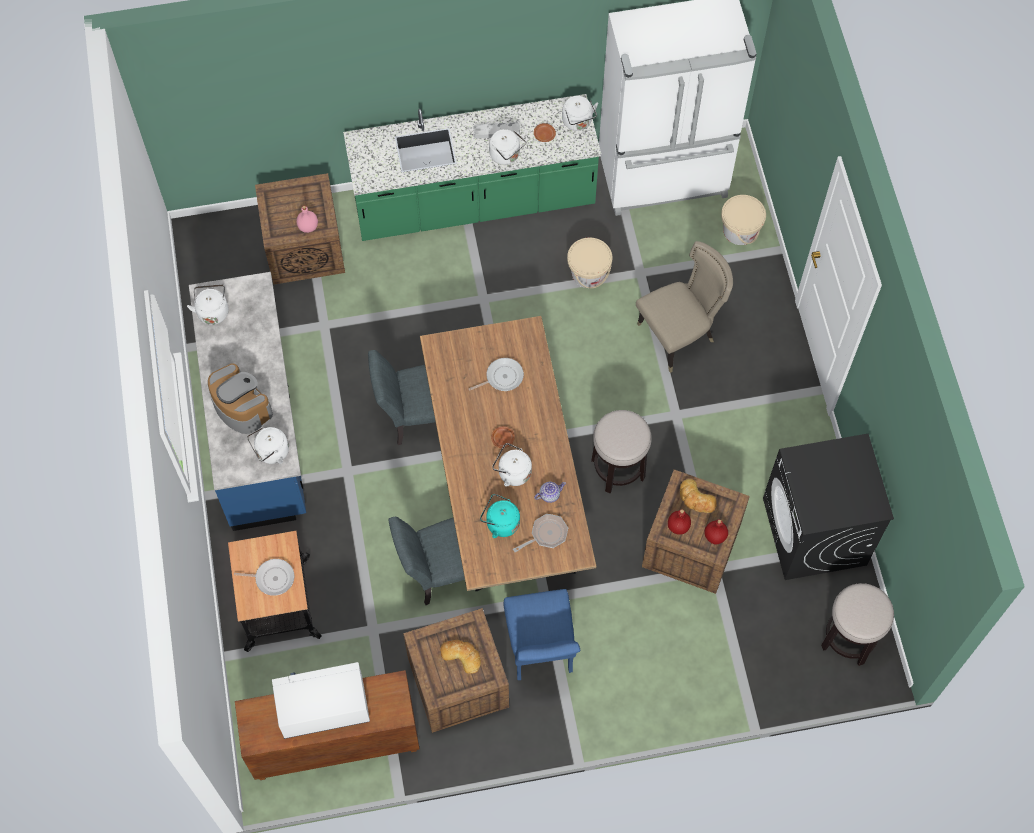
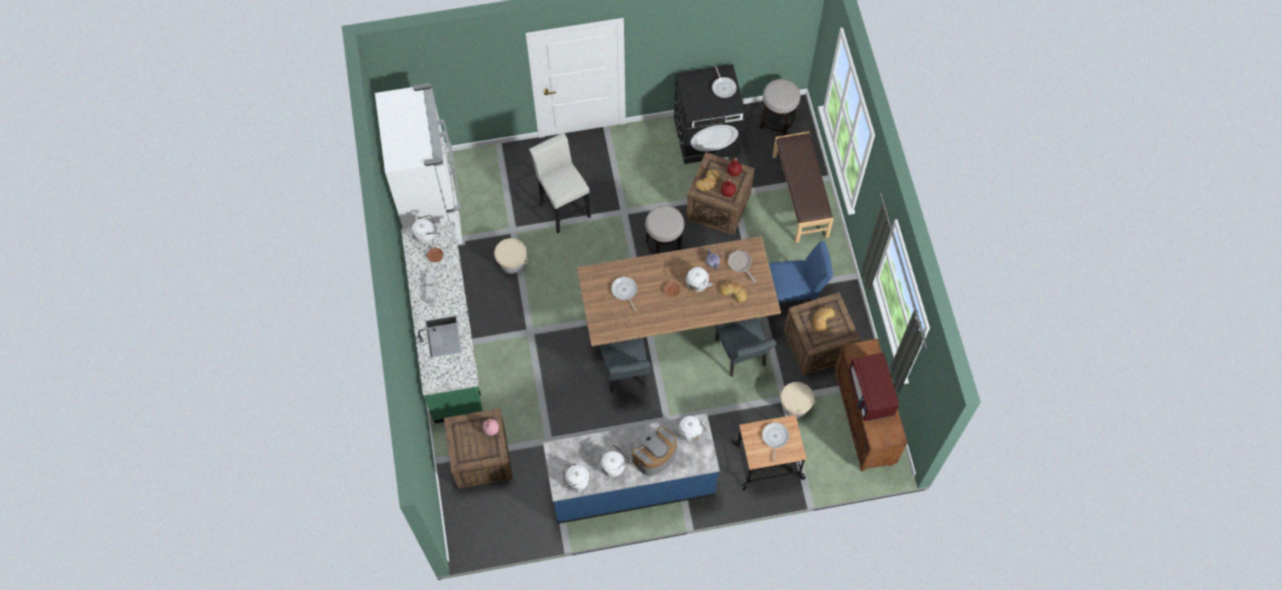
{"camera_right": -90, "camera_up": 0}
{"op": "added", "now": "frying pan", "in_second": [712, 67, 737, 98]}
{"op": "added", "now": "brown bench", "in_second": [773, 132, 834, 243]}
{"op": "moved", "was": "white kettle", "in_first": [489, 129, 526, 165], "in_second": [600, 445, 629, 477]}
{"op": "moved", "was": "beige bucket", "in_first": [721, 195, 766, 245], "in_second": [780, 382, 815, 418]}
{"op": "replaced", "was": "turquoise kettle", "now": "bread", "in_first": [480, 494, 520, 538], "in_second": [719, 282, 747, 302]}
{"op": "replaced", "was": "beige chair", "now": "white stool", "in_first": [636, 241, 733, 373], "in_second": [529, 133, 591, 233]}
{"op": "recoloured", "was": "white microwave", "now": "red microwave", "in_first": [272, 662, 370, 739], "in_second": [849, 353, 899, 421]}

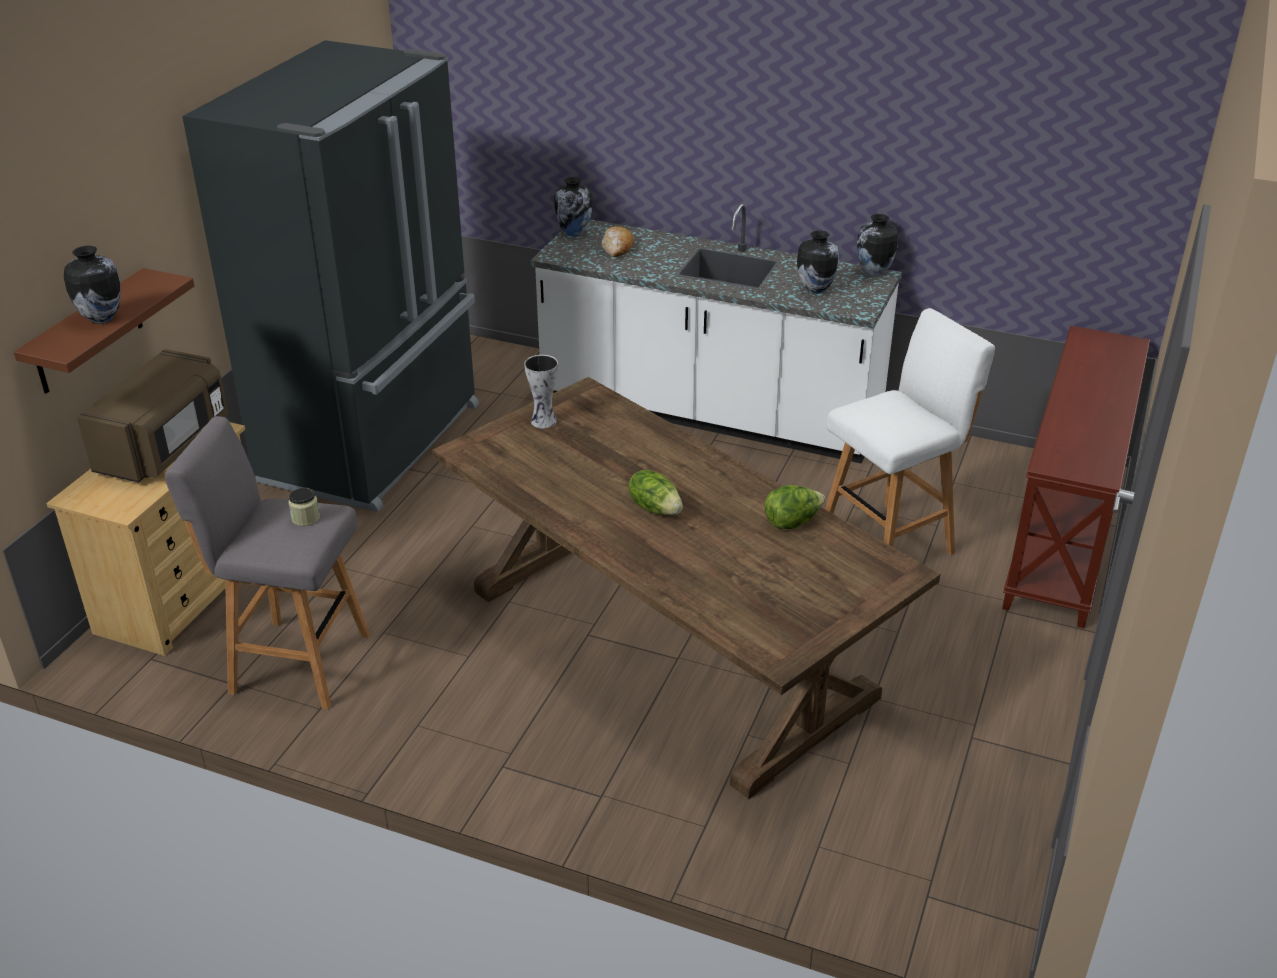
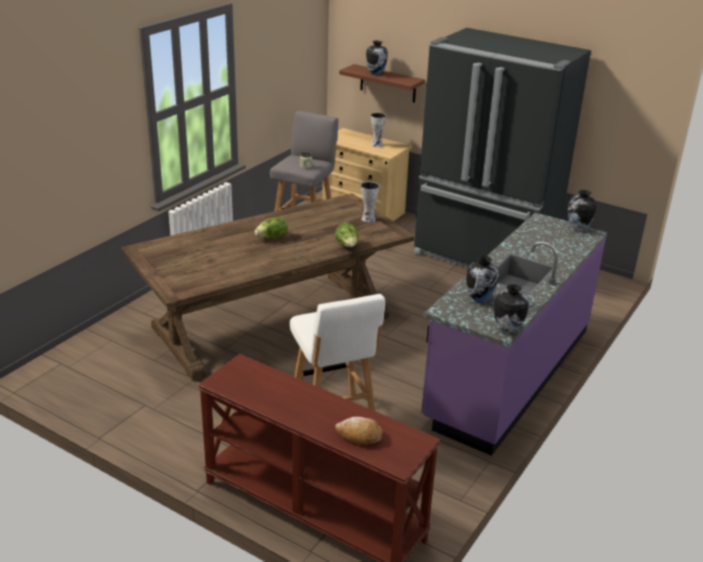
{"camera_right": 100, "camera_up": -5}
{"op": "moved", "was": "bread", "in_first": [602, 226, 634, 257], "in_second": [335, 417, 383, 444]}
{"op": "moved", "was": "lettuce", "in_first": [764, 485, 825, 529], "in_second": [335, 222, 358, 247]}
{"op": "replaced", "was": "brown microwave", "now": "vase", "in_first": [77, 349, 228, 483], "in_second": [371, 113, 386, 147]}
{"op": "recoloured", "was": "white counter", "now": "purple counter", "in_first": [530, 203, 902, 464], "in_second": [421, 212, 607, 456]}

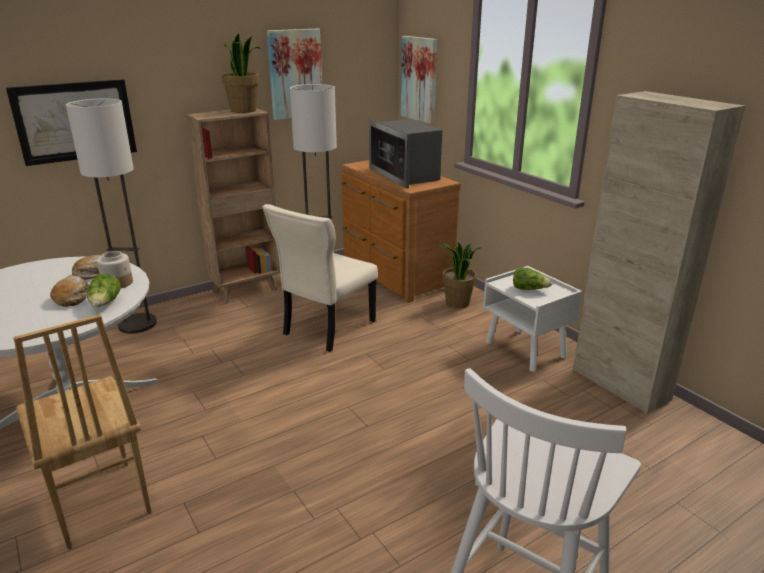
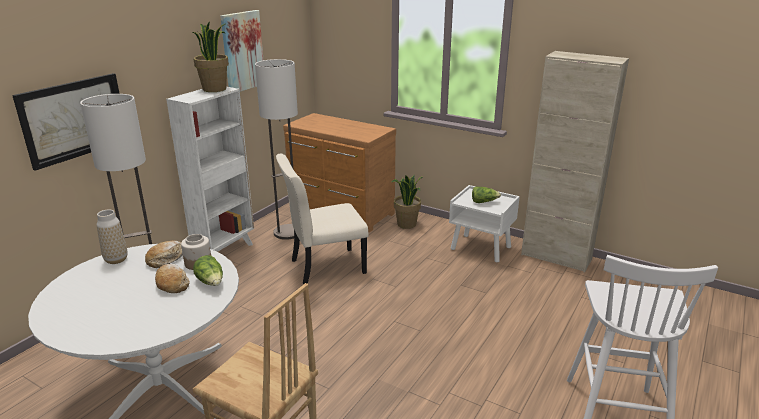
{"camera_right": -25, "camera_up": 0}
{"op": "removed", "was": "microwave", "in_first": [369, 119, 442, 188]}
{"op": "removed", "was": "picture", "in_first": [401, 36, 437, 124]}
{"op": "added", "now": "vase", "in_second": [97, 209, 128, 264]}
{"op": "recoloured", "was": "brown bookcase", "now": "white bookcase", "in_first": [186, 108, 280, 304], "in_second": [166, 87, 254, 252]}
{"op": "turned", "was": "beige chair", "in_first": [263, 204, 378, 352], "in_second": [276, 154, 368, 285], "clockwise": 60}

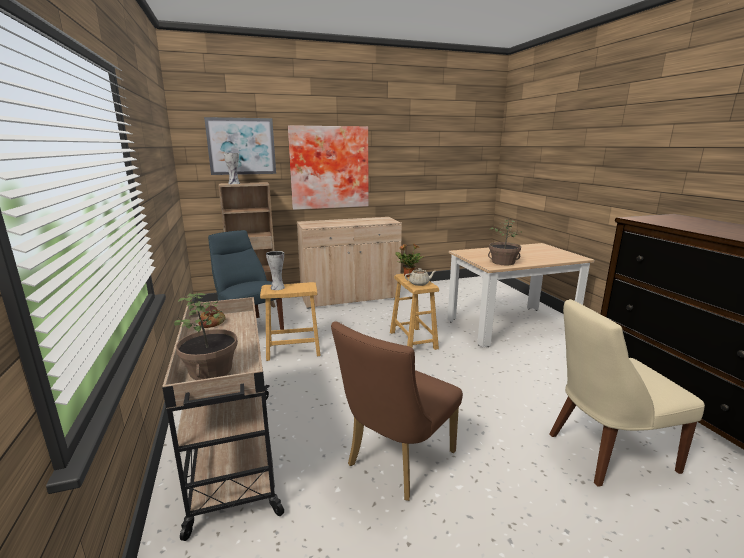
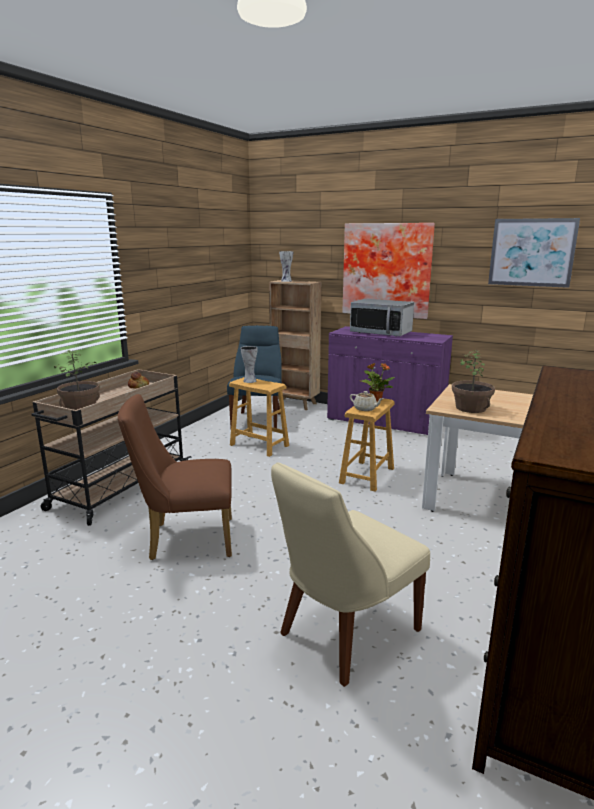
{"camera_right": 45, "camera_up": 0}
{"op": "added", "now": "microwave", "in_second": [350, 299, 414, 337]}
{"op": "moved", "was": "picture", "in_first": [204, 117, 276, 175], "in_second": [488, 218, 580, 288]}
{"op": "recoloured", "was": "beige cabinet", "now": "purple cabinet", "in_first": [297, 217, 402, 309], "in_second": [327, 326, 453, 435]}
{"op": "turned", "was": "beige chair", "in_first": [550, 299, 705, 487], "in_second": [271, 463, 430, 687], "clockwise": -75}

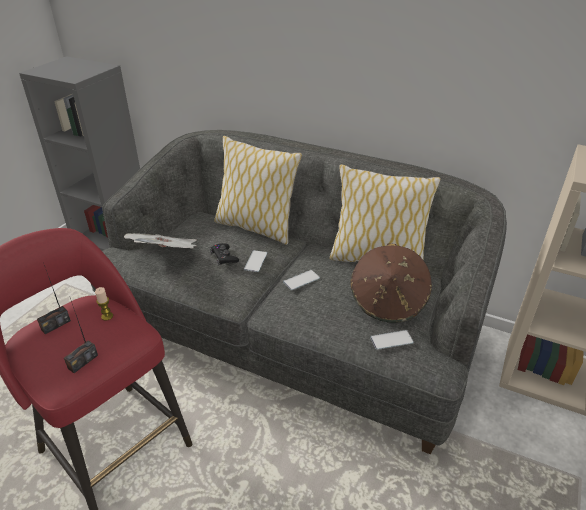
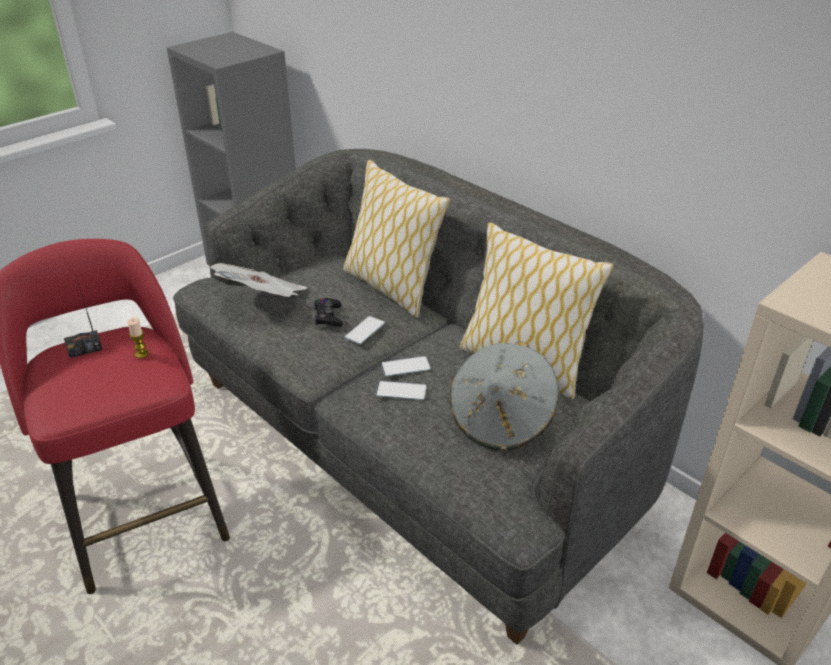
{"camera_right": 20, "camera_up": 0}
{"op": "removed", "was": "radio", "in_first": [64, 298, 98, 373]}
{"op": "moved", "was": "phone", "in_first": [370, 330, 414, 350], "in_second": [375, 381, 427, 400]}
{"op": "recoloured", "was": "brown hat", "now": "grey hat", "in_first": [350, 243, 432, 323], "in_second": [450, 341, 559, 451]}

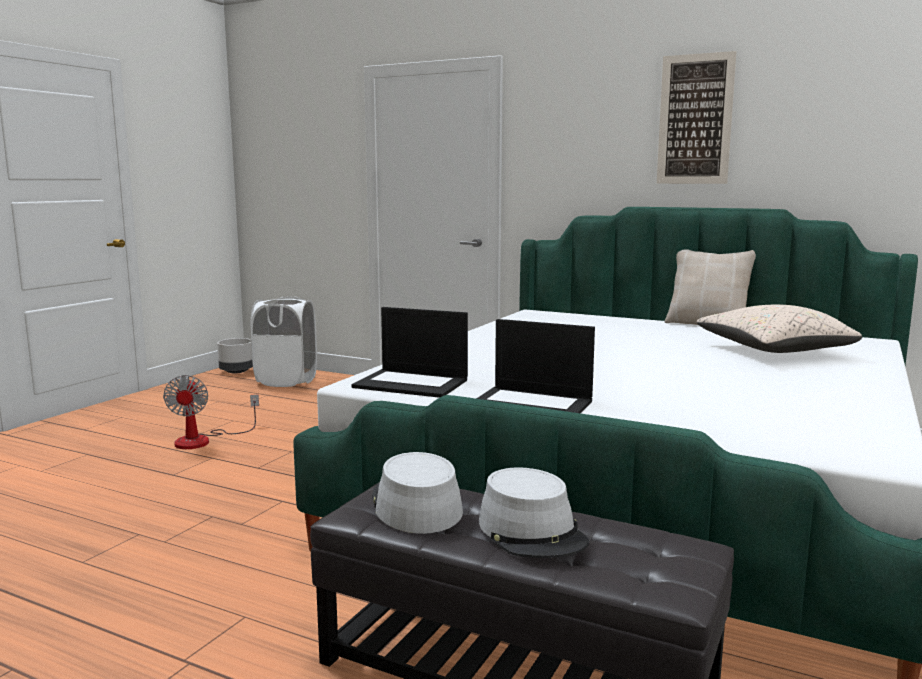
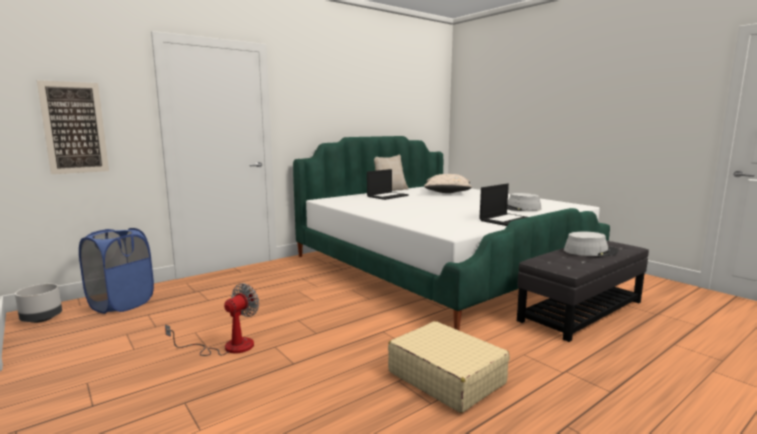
{"camera_right": -65, "camera_up": 0}
{"op": "added", "now": "beige suitcase", "in_second": [388, 321, 510, 413]}
{"op": "moved", "was": "laptop", "in_first": [351, 307, 468, 398], "in_second": [367, 169, 409, 200]}
{"op": "moved", "was": "grey hat", "in_first": [372, 452, 463, 534], "in_second": [507, 193, 542, 211]}
{"op": "moved", "was": "picture", "in_first": [657, 51, 737, 184], "in_second": [37, 80, 109, 174]}
{"op": "recoloured", "was": "white laundry basket", "now": "blue laundry basket", "in_first": [250, 297, 317, 387], "in_second": [79, 228, 154, 314]}
{"op": "turned", "was": "fan", "in_first": [163, 375, 259, 449], "in_second": [165, 283, 259, 356], "clockwise": -75}

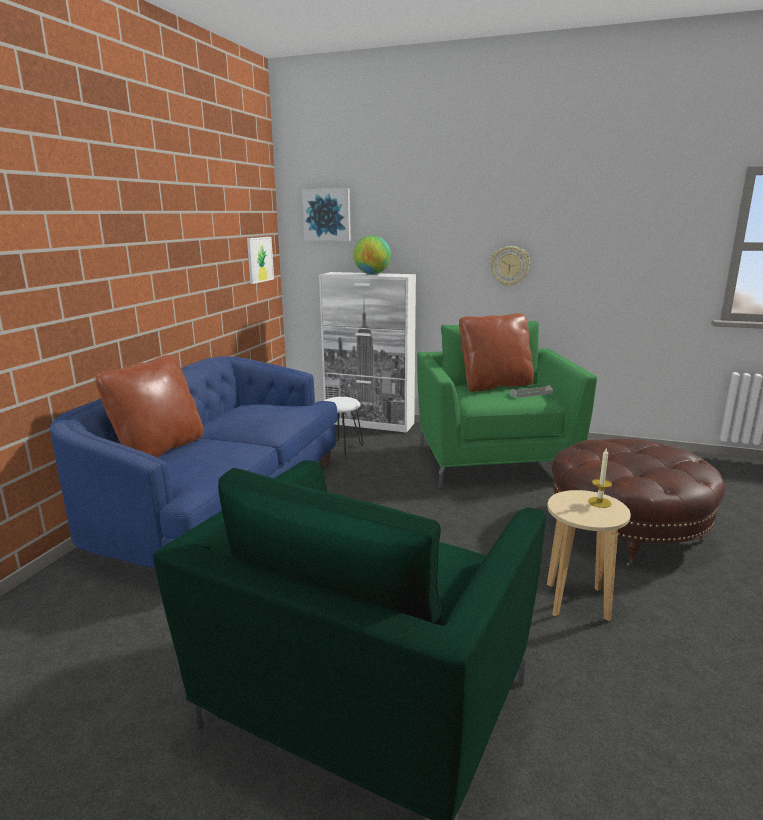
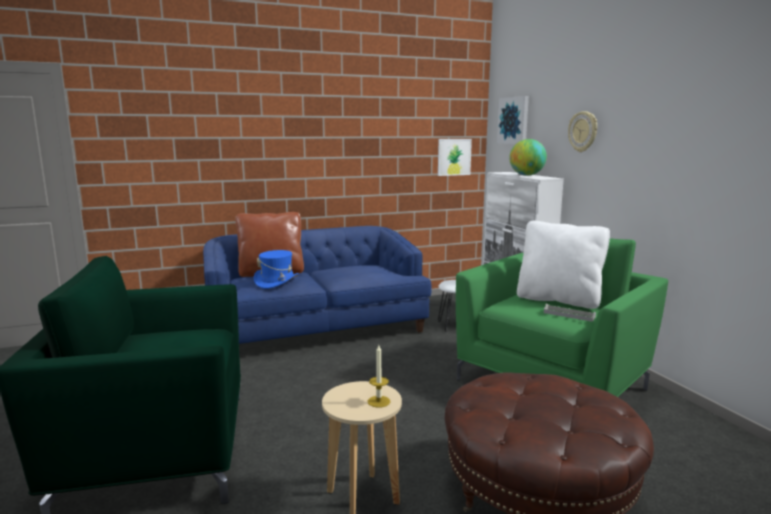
{"camera_right": 50, "camera_up": -5}
{"op": "added", "now": "blue hat", "in_second": [254, 250, 299, 289]}
{"op": "moved", "was": "wall clock", "in_first": [490, 246, 530, 286], "in_second": [568, 111, 597, 152]}
{"op": "recoloured", "was": "brown pillow", "now": "white pillow", "in_first": [459, 313, 534, 392], "in_second": [517, 221, 610, 309]}

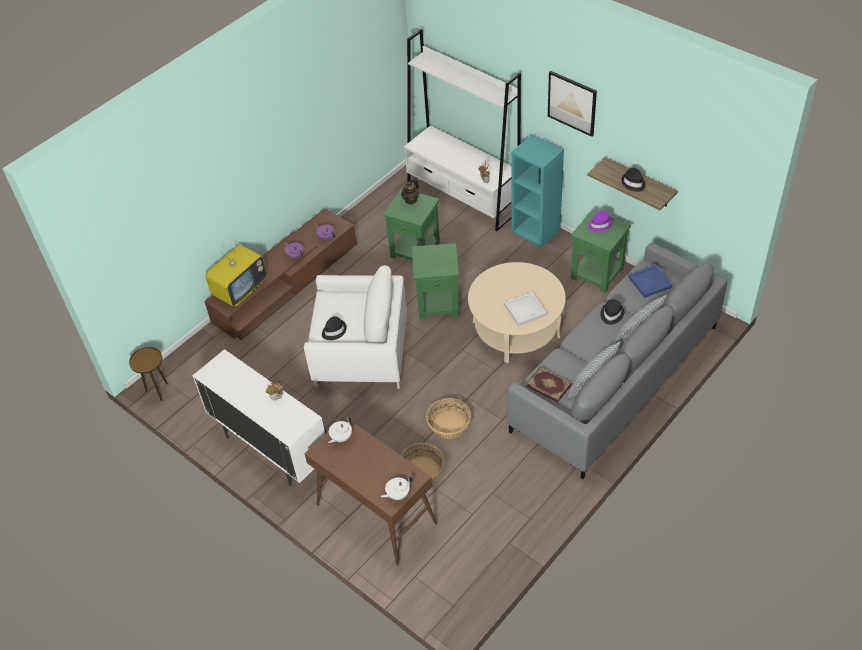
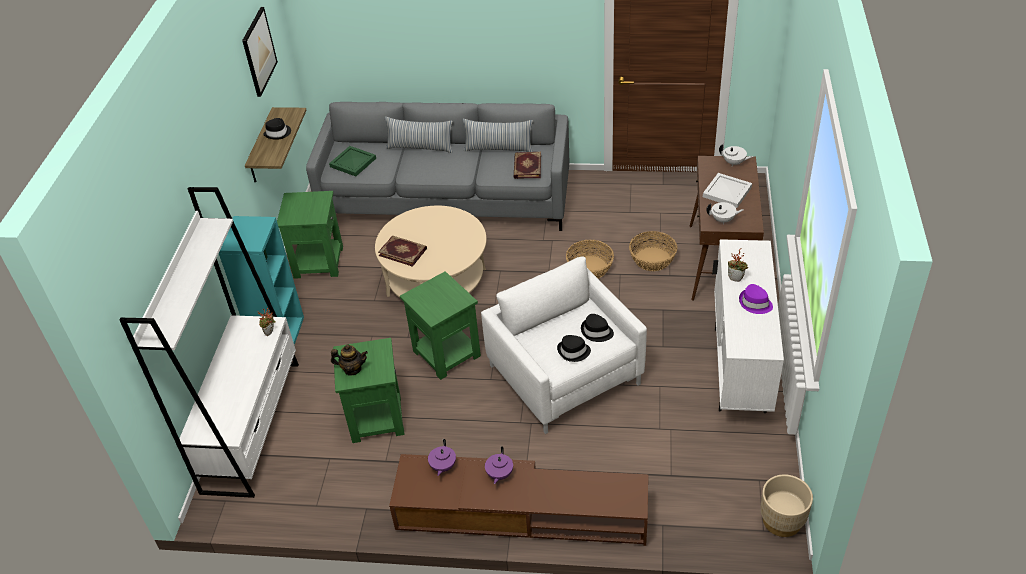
{"camera_right": -125, "camera_up": -5}
{"op": "removed", "was": "television", "in_first": [205, 240, 267, 306]}
{"op": "added", "now": "book", "in_second": [378, 236, 427, 267]}
{"op": "moved", "was": "white tray", "in_first": [504, 292, 547, 326], "in_second": [703, 173, 752, 208]}
{"op": "moved", "was": "picture", "in_first": [548, 71, 597, 137], "in_second": [242, 7, 278, 97]}
{"op": "moved", "was": "purple hat", "in_first": [588, 211, 612, 232], "in_second": [739, 284, 773, 314]}
{"op": "moved", "was": "black hat", "in_first": [600, 299, 624, 325], "in_second": [557, 335, 591, 362]}
{"op": "replaced", "was": "brown side table", "now": "beige planter", "in_first": [129, 347, 168, 401], "in_second": [760, 474, 813, 537]}
{"op": "recoloured", "was": "blue tray", "now": "green tray", "in_first": [628, 264, 672, 298], "in_second": [329, 146, 376, 176]}

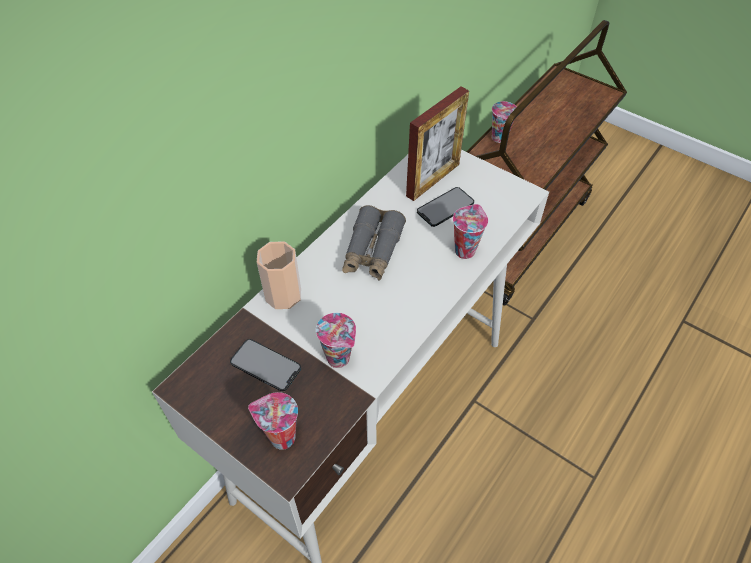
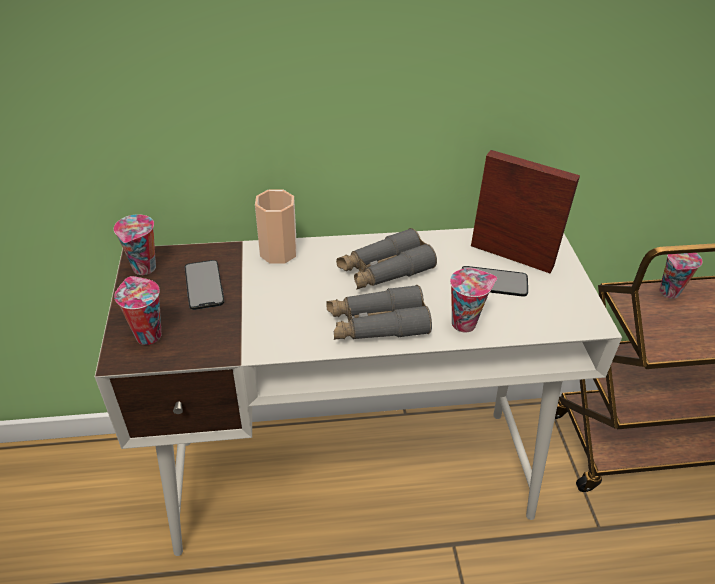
{"camera_right": 45, "camera_up": -10}
{"op": "added", "now": "grey binoculars", "in_second": [326, 285, 432, 340]}
{"op": "moved", "was": "cup", "in_first": [316, 313, 356, 368], "in_second": [114, 214, 156, 275]}
{"op": "turned", "was": "picture frame", "in_first": [406, 87, 469, 201], "in_second": [471, 150, 580, 273], "clockwise": -150}

